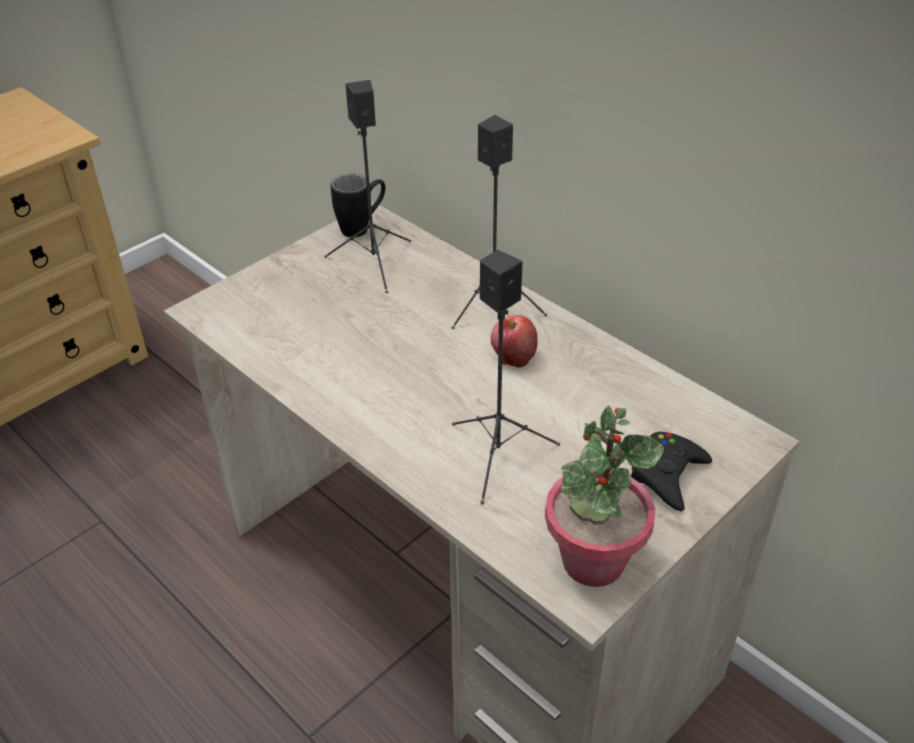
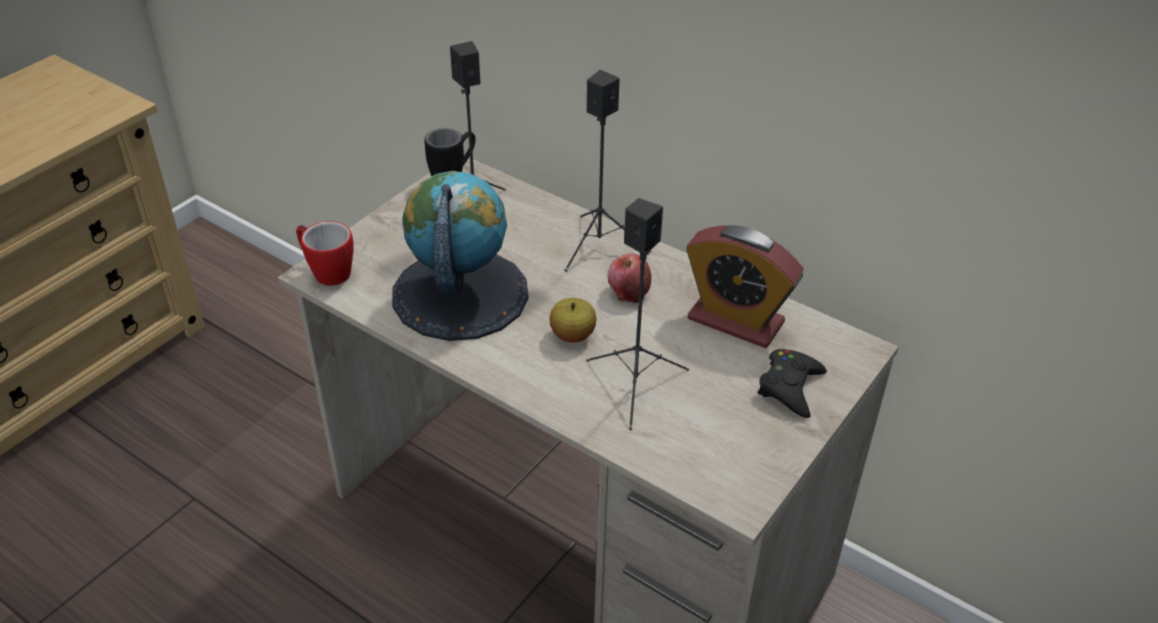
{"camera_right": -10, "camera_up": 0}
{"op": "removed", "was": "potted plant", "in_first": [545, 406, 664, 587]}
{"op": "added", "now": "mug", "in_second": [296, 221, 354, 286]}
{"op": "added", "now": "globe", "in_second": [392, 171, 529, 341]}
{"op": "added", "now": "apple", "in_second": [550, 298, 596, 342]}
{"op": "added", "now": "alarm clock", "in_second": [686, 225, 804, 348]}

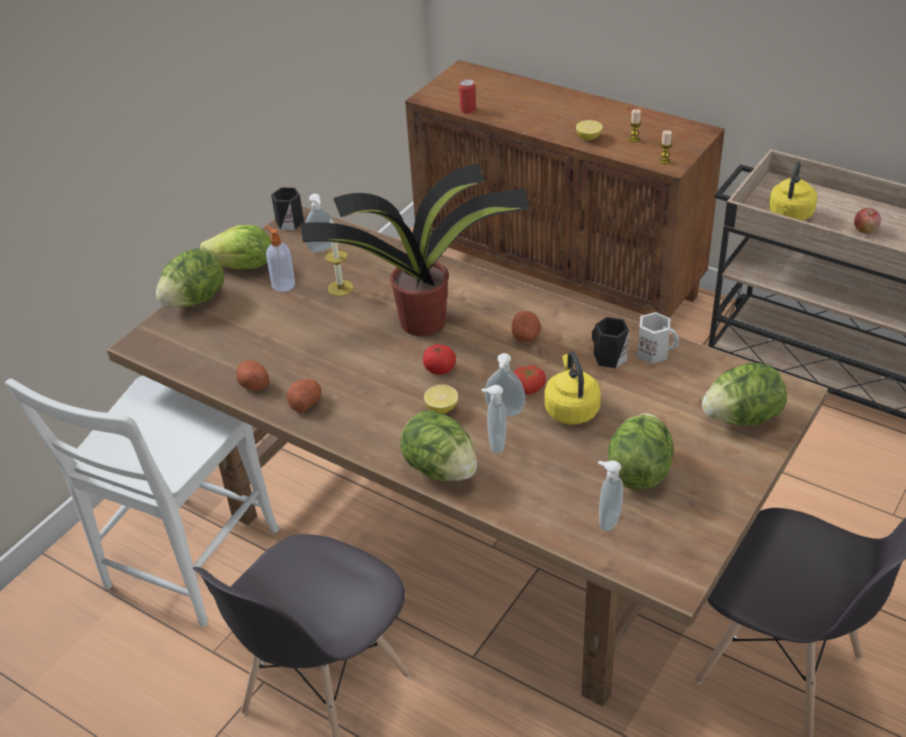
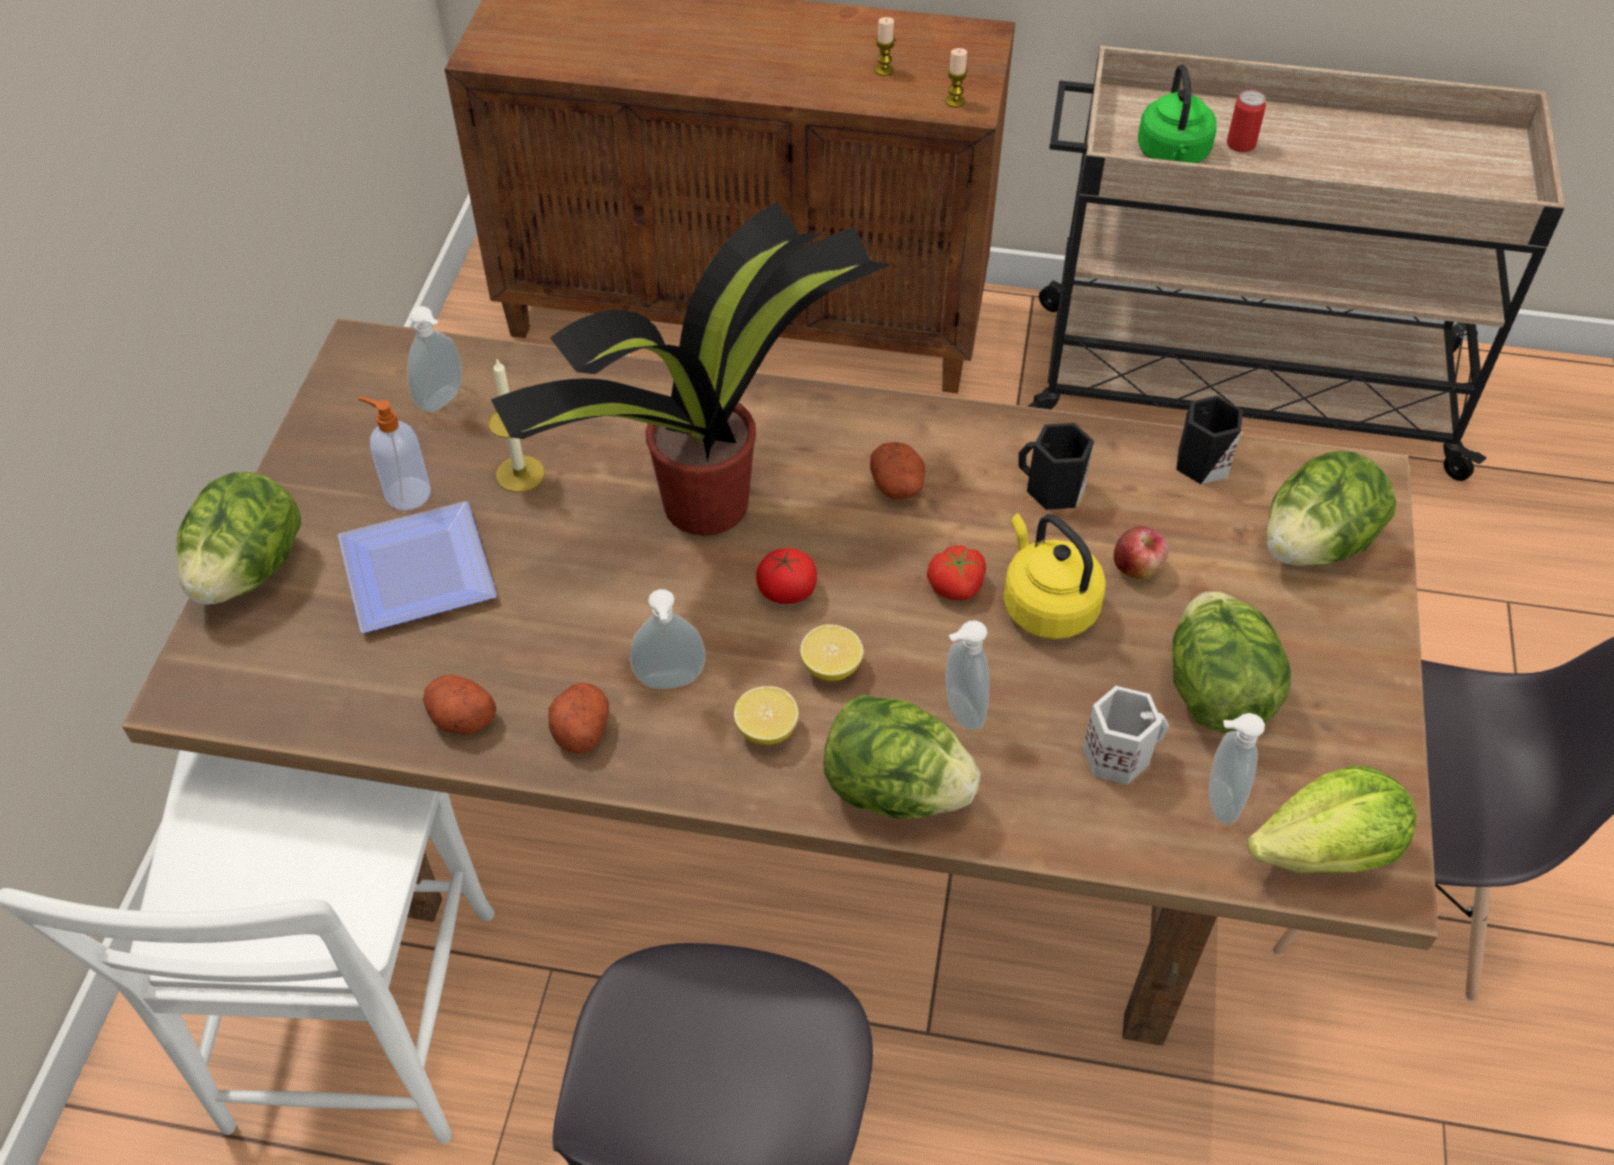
{"camera_right": -25, "camera_up": 10}
{"op": "added", "now": "plate", "in_second": [338, 501, 497, 633]}
{"op": "moved", "was": "lettuce", "in_first": [200, 225, 271, 270], "in_second": [1247, 766, 1416, 874]}
{"op": "moved", "was": "black mug", "in_first": [271, 188, 304, 230], "in_second": [1176, 395, 1243, 484]}
{"op": "moved", "was": "can", "in_first": [459, 79, 476, 113], "in_second": [1227, 90, 1266, 152]}
{"op": "moved", "was": "soap dispenser", "in_first": [485, 353, 525, 416], "in_second": [630, 589, 706, 689]}
{"op": "moved", "was": "lemon", "in_first": [576, 120, 603, 140], "in_second": [734, 686, 799, 745]}
{"op": "moved", "was": "white mug", "in_first": [637, 312, 679, 364], "in_second": [1083, 686, 1169, 785]}
{"op": "moved", "was": "apple", "in_first": [854, 208, 881, 233], "in_second": [1114, 526, 1168, 579]}
{"op": "recoloured", "was": "yellow kettle", "now": "green kettle", "in_first": [769, 161, 817, 221], "in_second": [1138, 64, 1217, 163]}

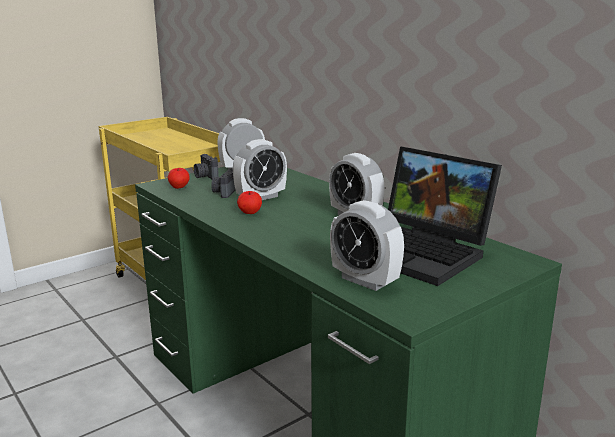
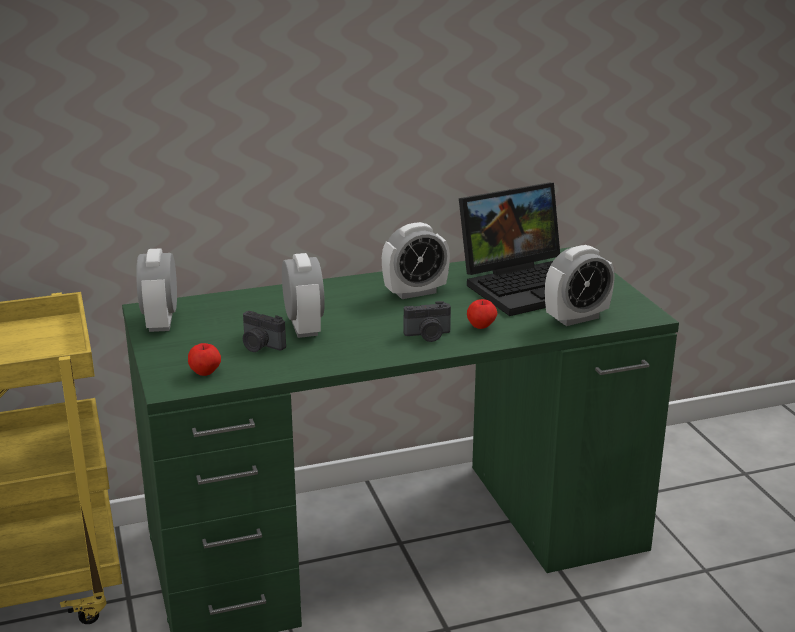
{"camera_right": -70, "camera_up": 5}
{"op": "moved", "was": "photo camera", "in_first": [194, 154, 219, 179], "in_second": [404, 301, 451, 342]}
{"op": "moved", "was": "apple", "in_first": [237, 191, 262, 214], "in_second": [467, 299, 497, 329]}

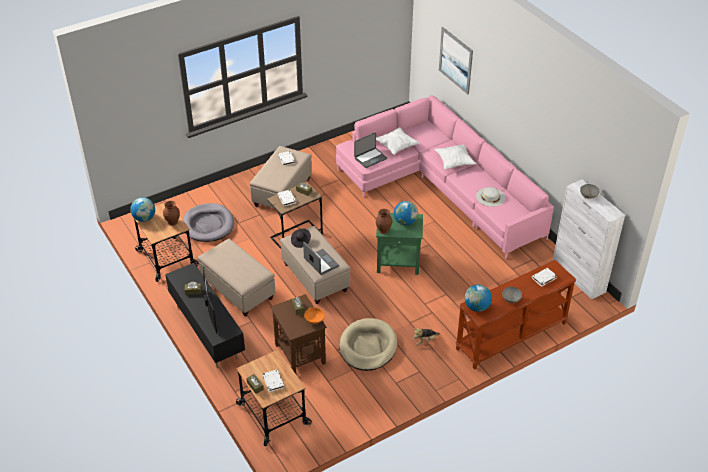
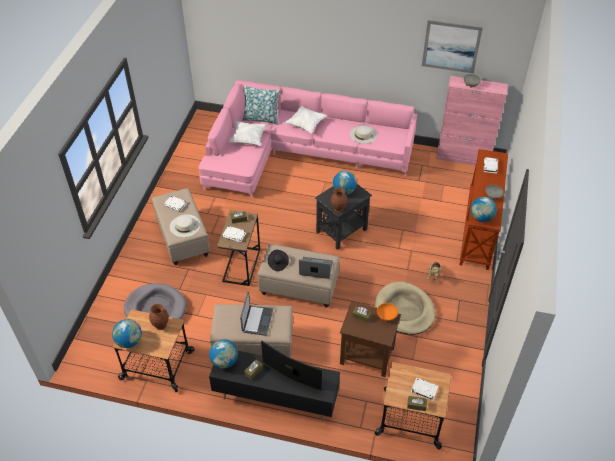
{"camera_right": -45, "camera_up": 5}
{"op": "added", "now": "white hat", "in_second": [170, 214, 201, 237]}
{"op": "added", "now": "globe", "in_second": [209, 339, 238, 369]}
{"op": "added", "now": "pillow", "in_second": [242, 86, 280, 125]}
{"op": "moved", "was": "laptop", "in_first": [354, 132, 387, 168], "in_second": [240, 291, 273, 336]}
{"op": "moved", "was": "picture", "in_first": [439, 27, 473, 94], "in_second": [422, 20, 483, 73]}
{"op": "recoloured", "was": "green side table", "now": "black side table", "in_first": [376, 212, 423, 275], "in_second": [315, 184, 372, 250]}
{"op": "recoloured", "was": "white cabinet", "now": "pink cabinet", "in_first": [553, 180, 625, 299], "in_second": [436, 76, 508, 165]}

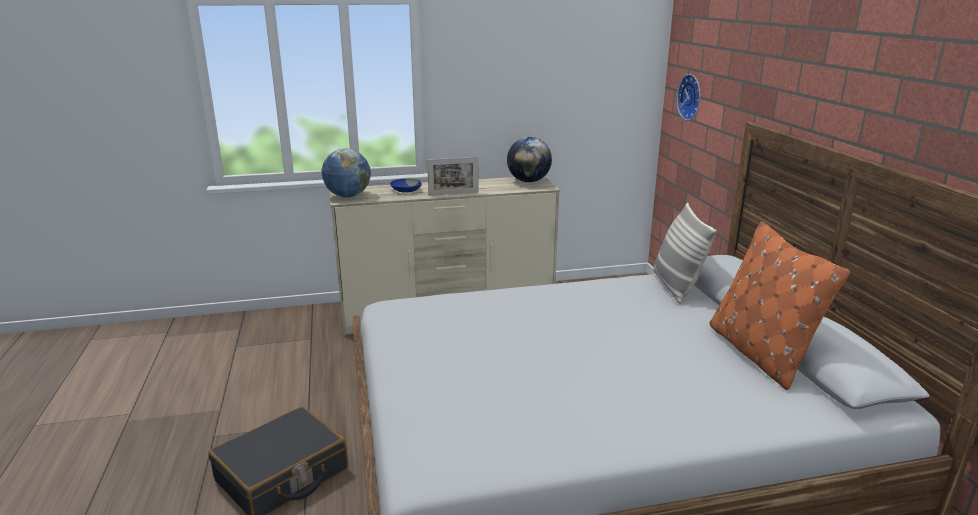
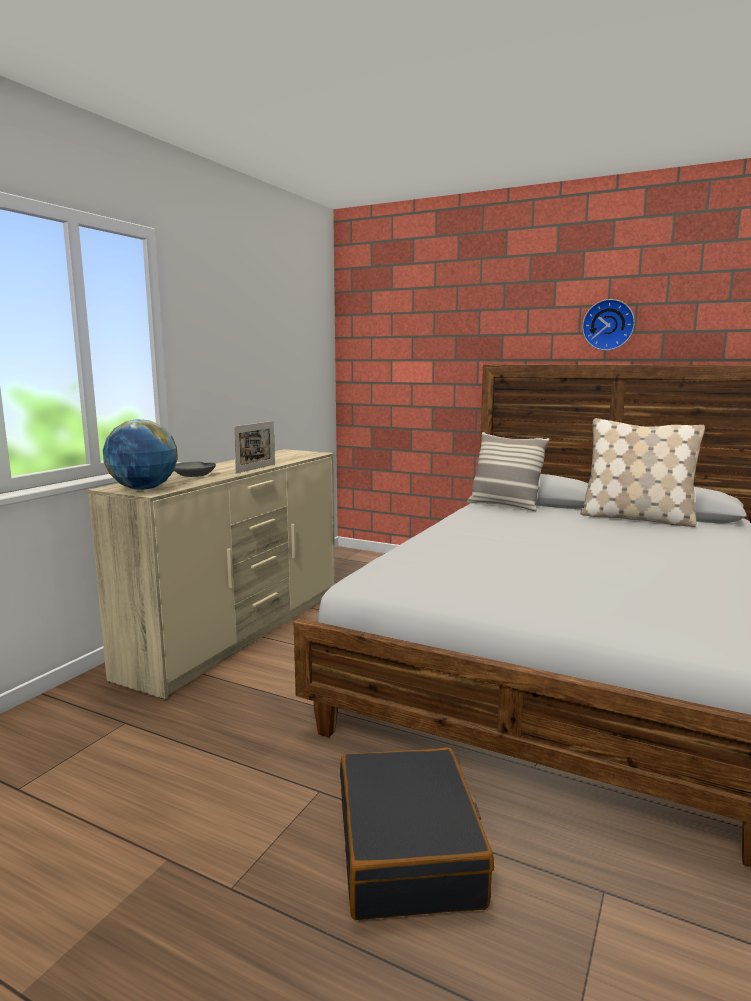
{"camera_right": -50, "camera_up": -10}
{"op": "removed", "was": "globe", "in_first": [507, 137, 552, 182]}
{"op": "moved", "was": "wall clock", "in_first": [677, 74, 700, 121], "in_second": [582, 299, 635, 351]}
{"op": "recoloured", "was": "blue bowl", "now": "grey bowl", "in_first": [390, 178, 422, 193], "in_second": [174, 461, 216, 477]}
{"op": "recoloured", "was": "orange pillow", "now": "beige pillow", "in_first": [709, 221, 850, 390], "in_second": [580, 418, 705, 527]}

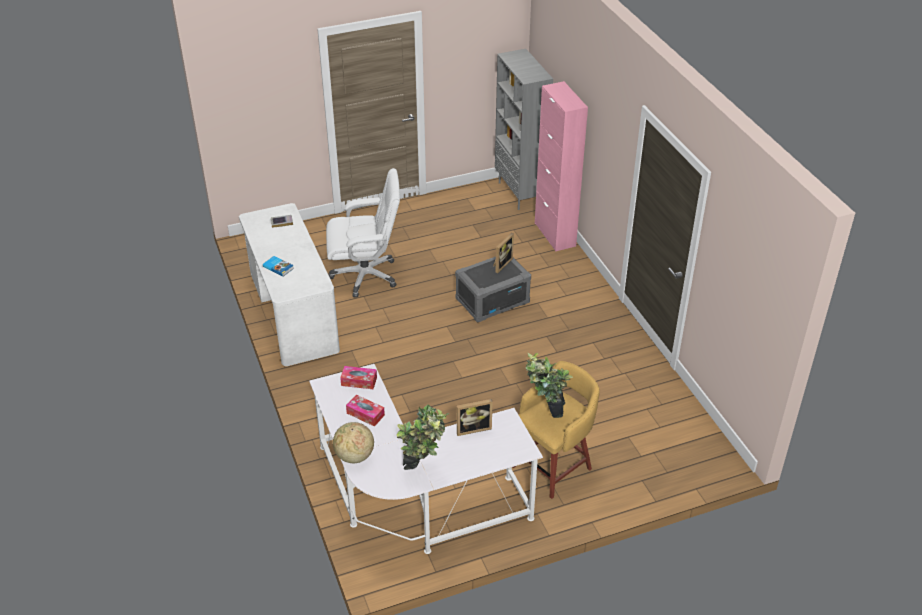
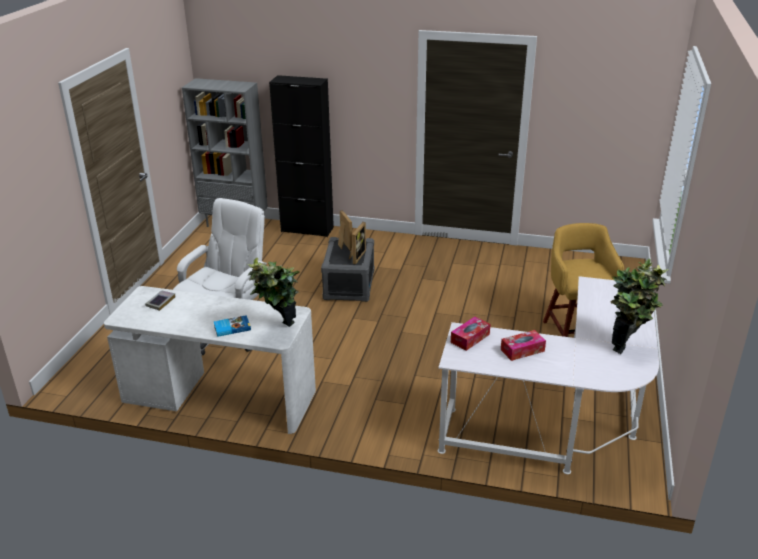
{"camera_right": -55, "camera_up": -10}
{"op": "removed", "was": "globe", "in_first": [333, 422, 374, 463]}
{"op": "moved", "was": "picture frame", "in_first": [457, 399, 493, 436], "in_second": [349, 222, 366, 264]}
{"op": "moved", "was": "potted plant", "in_first": [526, 353, 573, 418], "in_second": [247, 258, 300, 327]}
{"op": "recoloured", "was": "pink cabinet", "now": "black cabinet", "in_first": [535, 81, 588, 251], "in_second": [269, 75, 334, 237]}

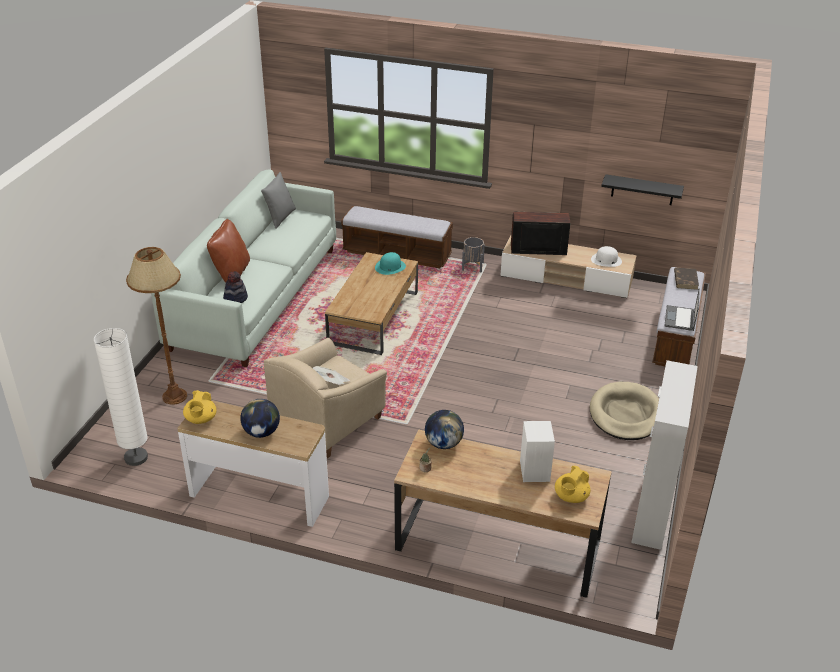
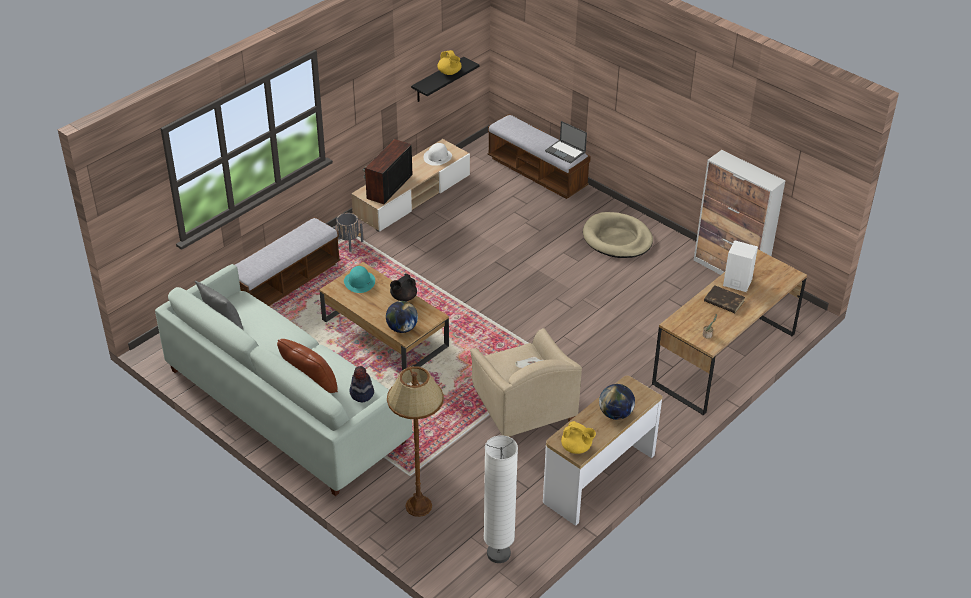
{"camera_right": -65, "camera_up": 5}
{"op": "added", "now": "black teapot", "in_second": [390, 274, 417, 301]}
{"op": "moved", "was": "globe", "in_first": [425, 410, 464, 449], "in_second": [386, 301, 418, 333]}
{"op": "moved", "was": "yellow teapot", "in_first": [555, 466, 591, 503], "in_second": [437, 50, 462, 75]}
{"op": "moved", "was": "brown book", "in_first": [674, 268, 699, 290], "in_second": [704, 285, 745, 313]}

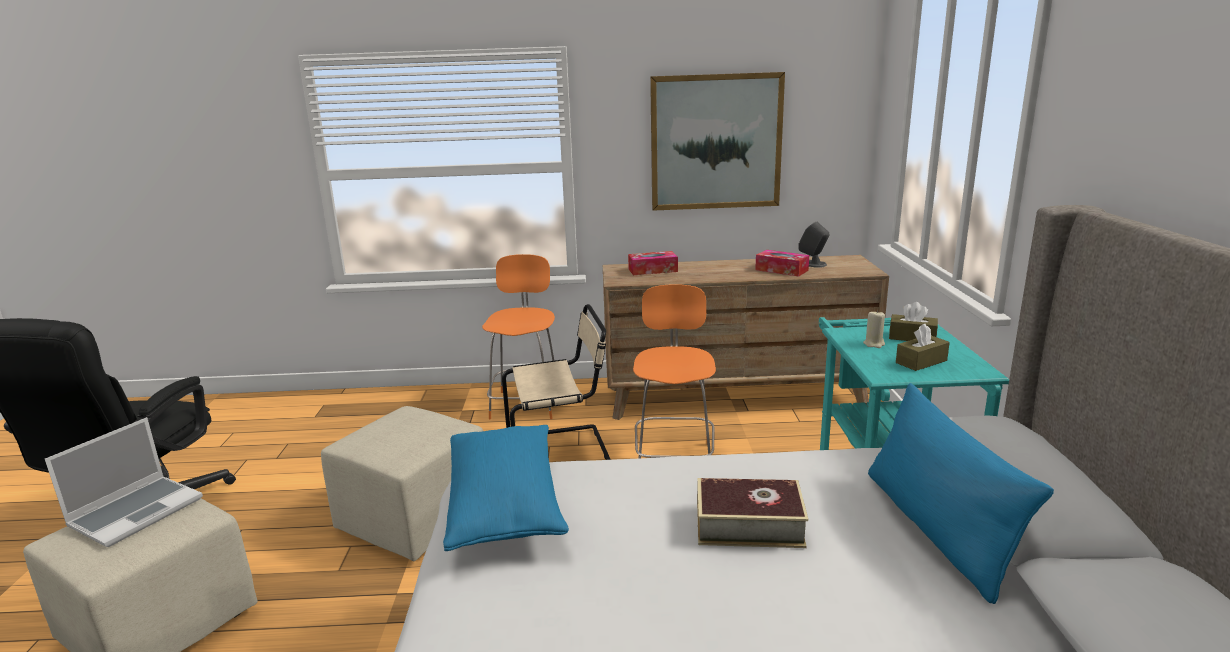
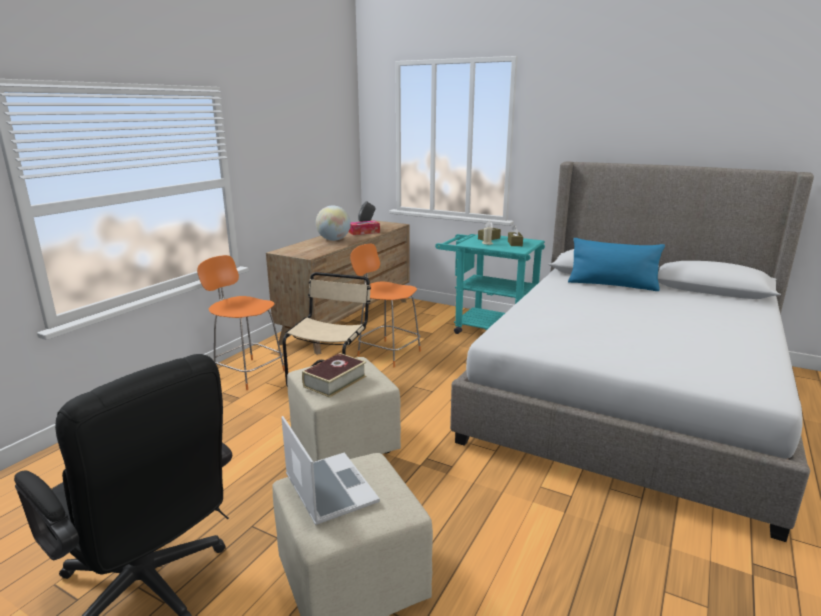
{"camera_right": -60, "camera_up": 0}
{"op": "removed", "was": "blue pillow", "in_first": [443, 425, 569, 551]}
{"op": "removed", "was": "tissue box", "in_first": [628, 251, 678, 275]}
{"op": "removed", "was": "picture", "in_first": [650, 72, 785, 211]}
{"op": "added", "now": "globe", "in_second": [316, 205, 351, 241]}
{"op": "moved", "was": "book", "in_first": [697, 478, 808, 548], "in_second": [302, 353, 367, 398]}

